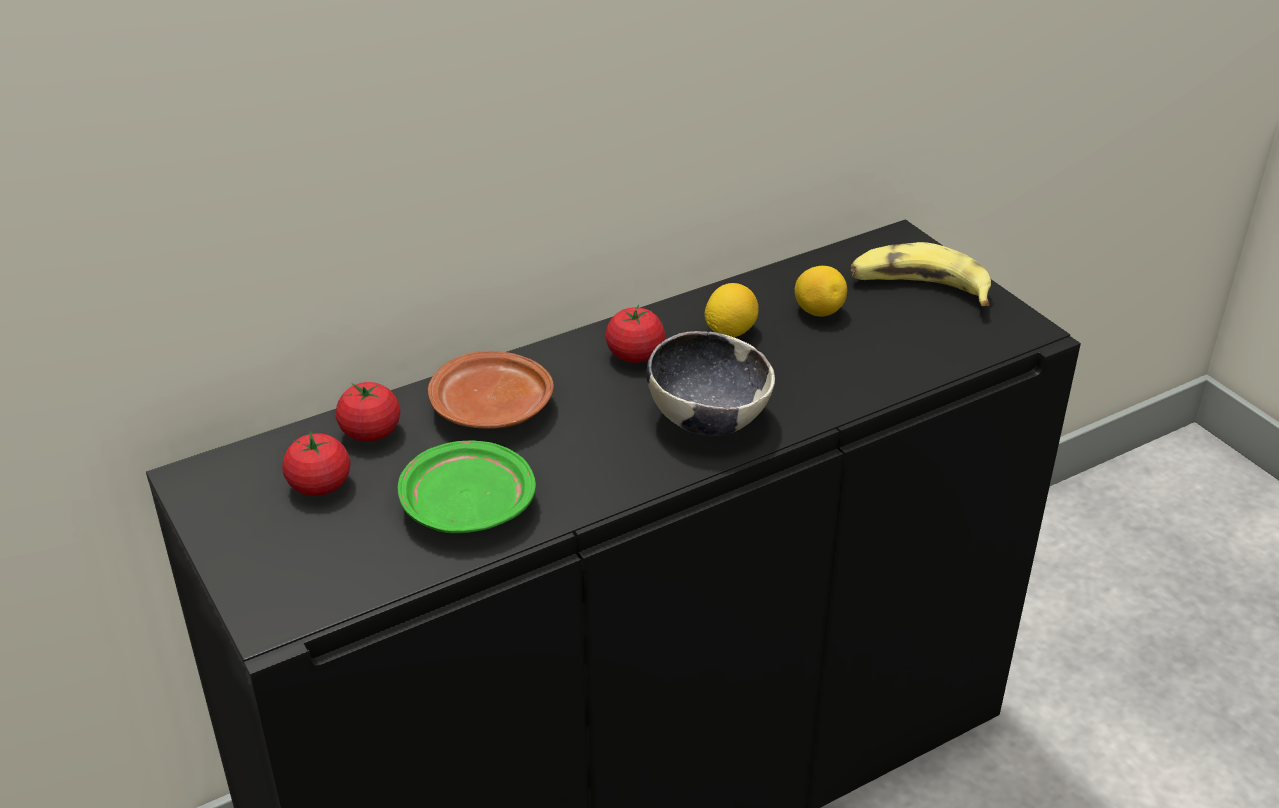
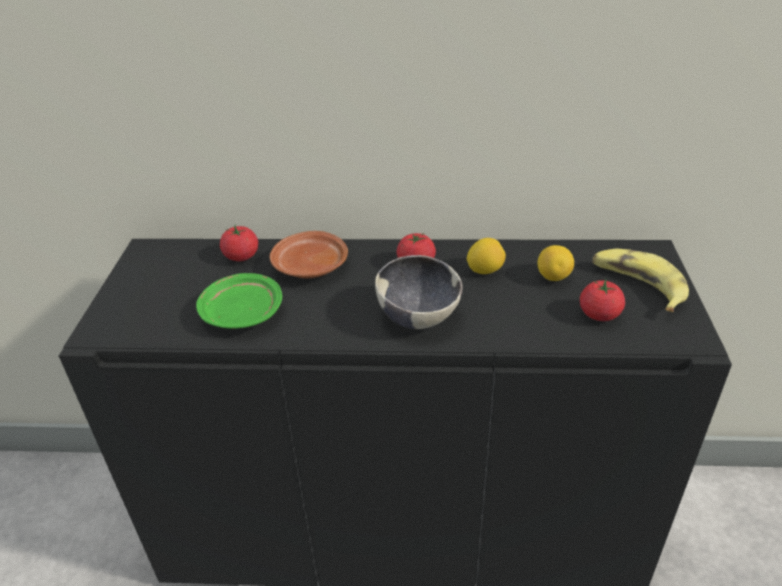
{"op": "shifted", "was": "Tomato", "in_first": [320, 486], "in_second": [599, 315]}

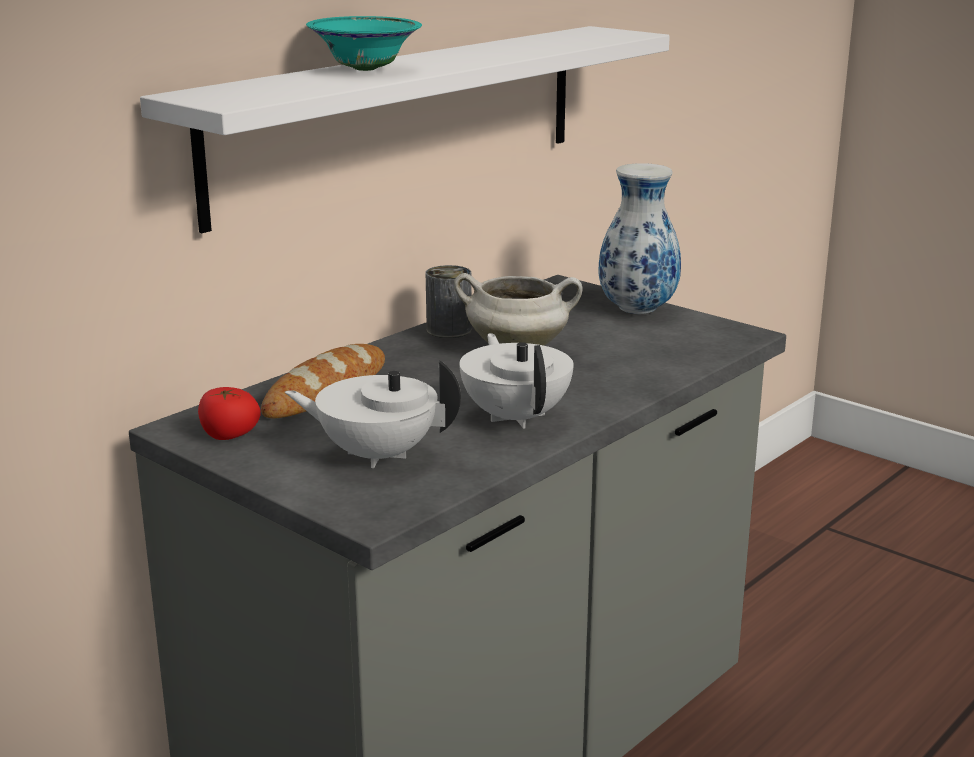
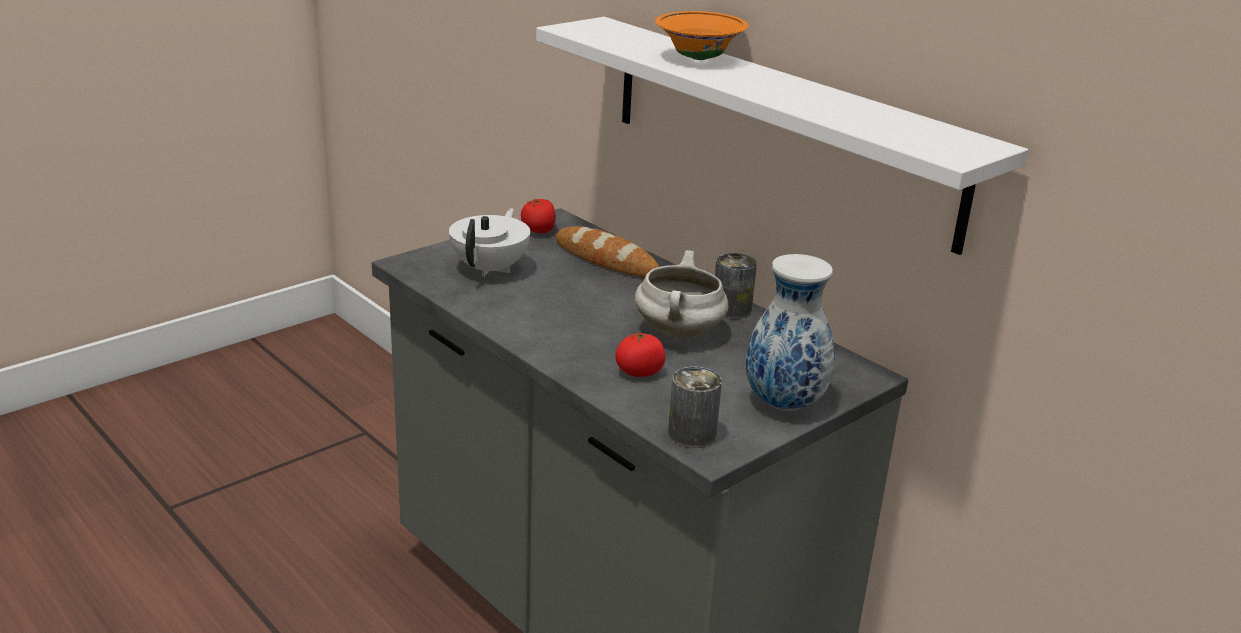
{"op": "repainted", "was": "BlueGreenBowl", "now": "OrangeColouredBowl", "in_first": [365, 69], "in_second": [699, 58]}
{"op": "gone", "was": "WhiteTeaPot", "in_first": [516, 417]}
{"op": "new", "now": "Tomato", "in_second": [639, 372]}
{"op": "new", "now": "MetalCan", "in_second": [692, 434]}

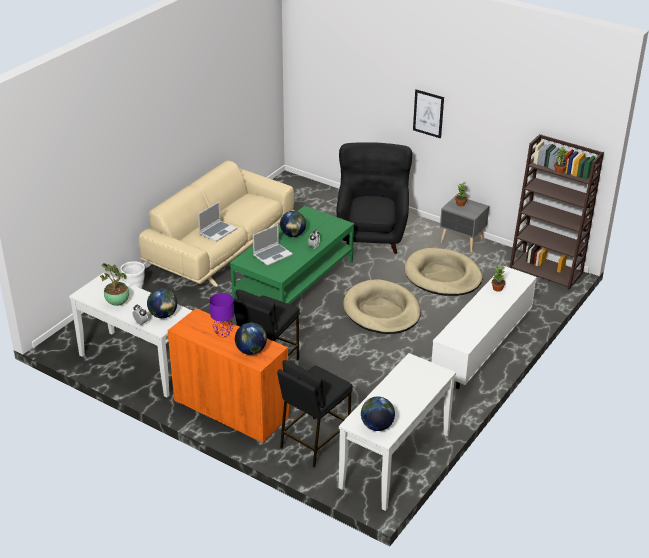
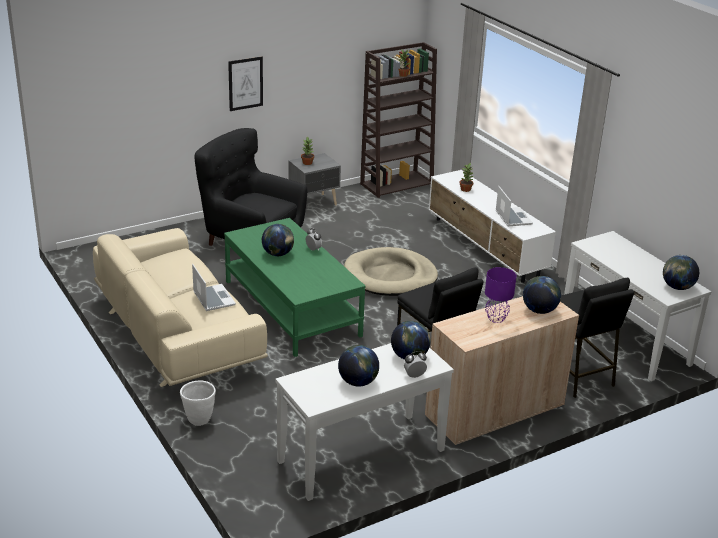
{"op": "shifted", "was": "PortableComputer", "in_first": [272, 255], "in_second": [512, 217]}
{"op": "gone", "was": "BeigeColouredDogCushion", "in_first": [442, 276]}
{"op": "swapped", "was": "Houseplant", "now": "DeskGlobe", "in_first": [118, 303], "in_second": [358, 382]}
{"op": "repainted", "was": "OrangeColouredCupboard", "now": "BeigeColouredCupboard", "in_first": [231, 410], "in_second": [494, 411]}

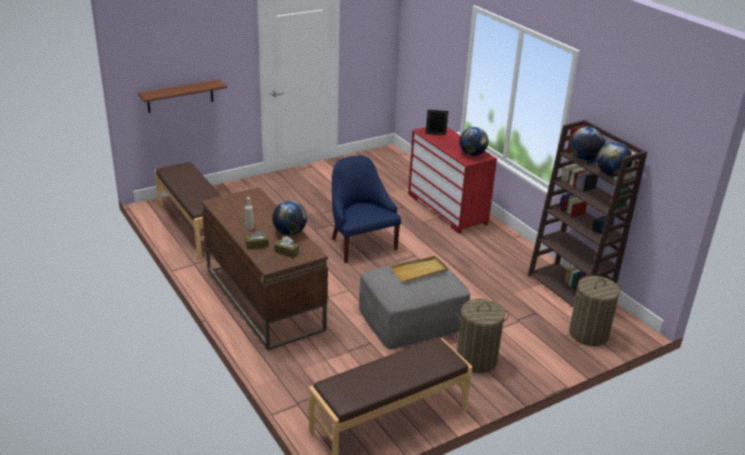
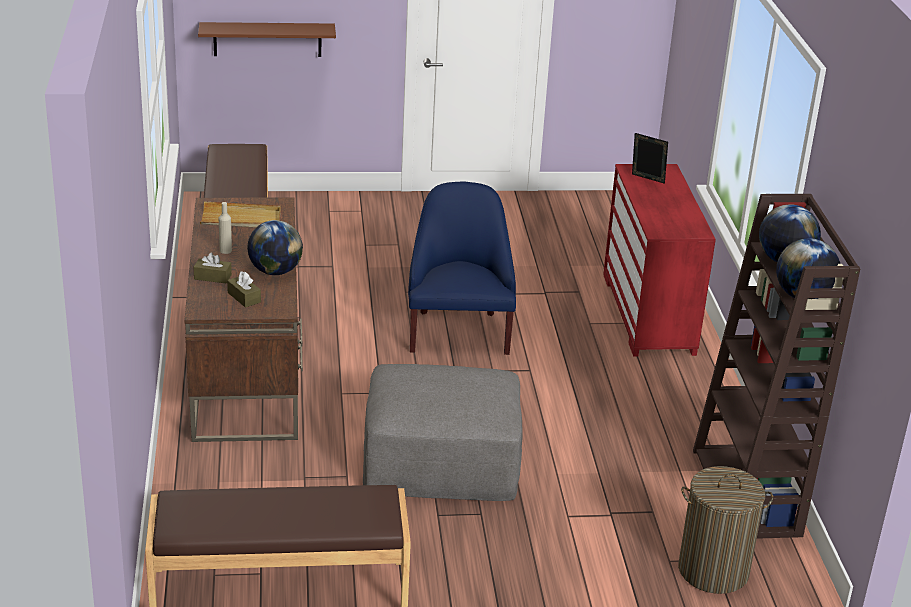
{"op": "gone", "was": "DeskGlobe", "in_first": [472, 154]}
{"op": "shifted", "was": "BeigeColouredCarryingTray", "in_first": [420, 271], "in_second": [241, 219]}
{"op": "gone", "was": "WashingBasket", "in_first": [476, 360]}

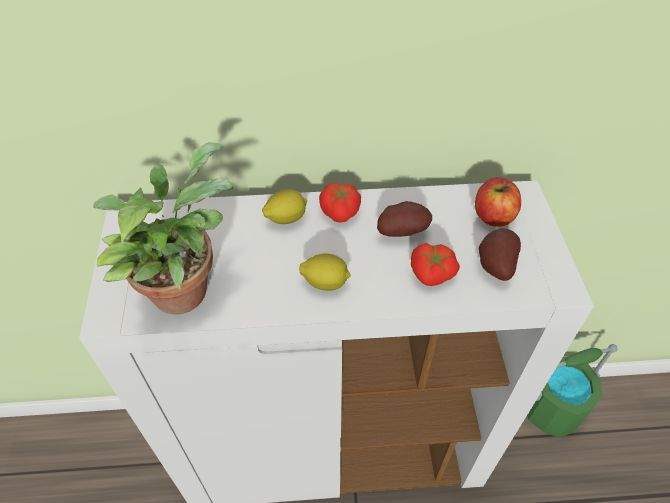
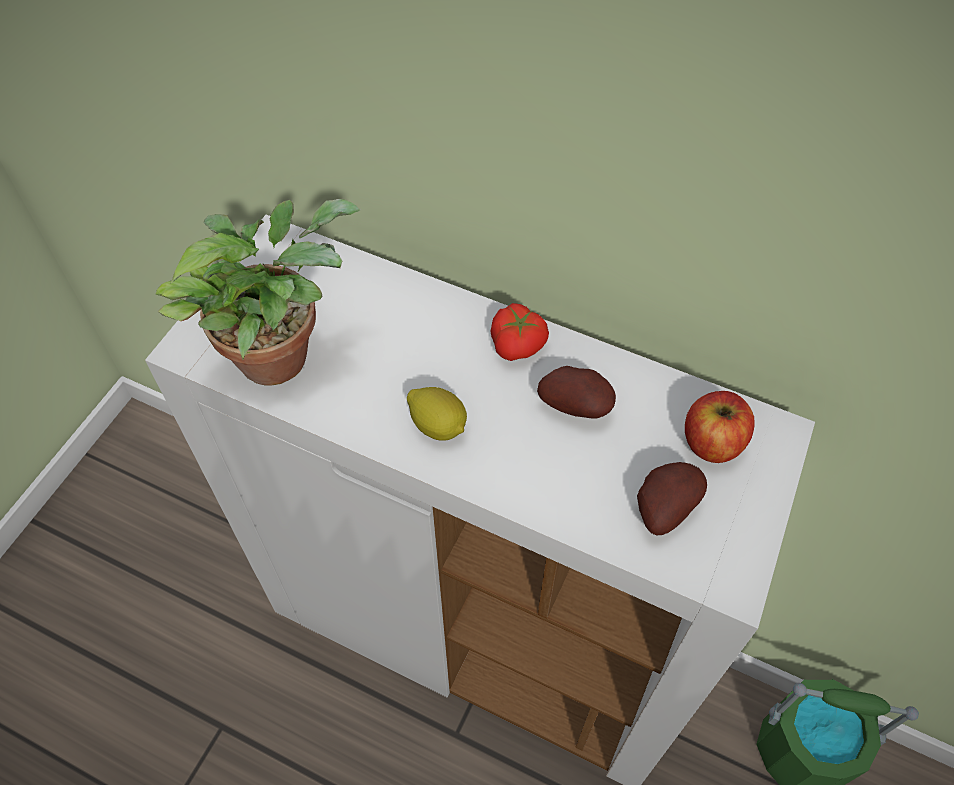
{"op": "gone", "was": "WholeLemon", "in_first": [286, 218]}
{"op": "gone", "was": "Tomato", "in_first": [431, 274]}

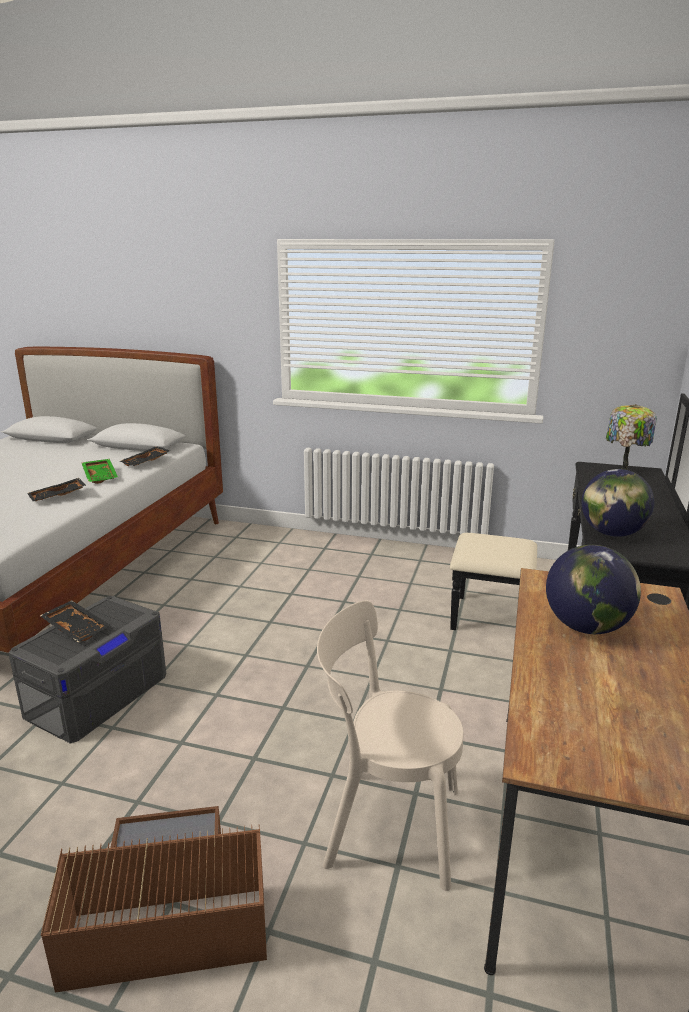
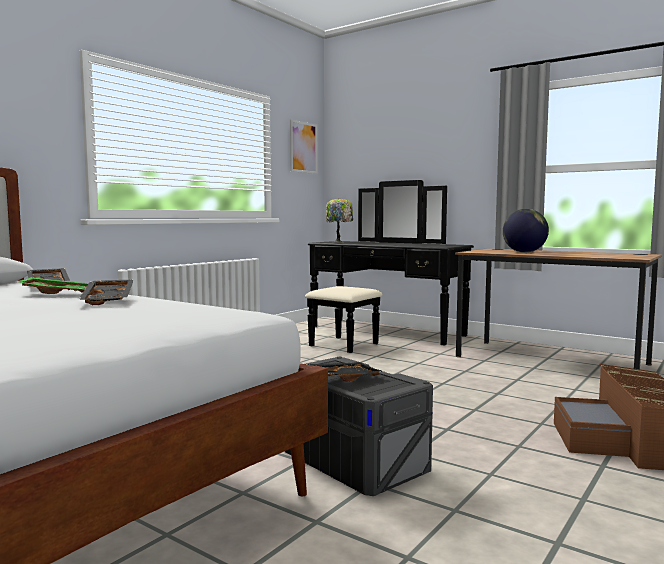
{"op": "gone", "was": "DeskGlobe", "in_first": [611, 533]}
{"op": "gone", "was": "BeigeColouredPlainChair", "in_first": [386, 824]}
{"op": "new", "now": "WallPicture", "in_second": [303, 147]}

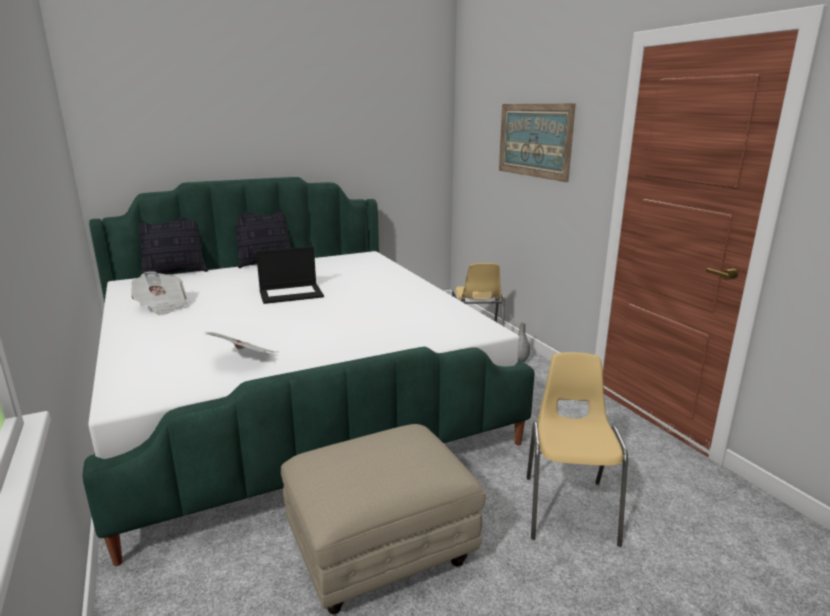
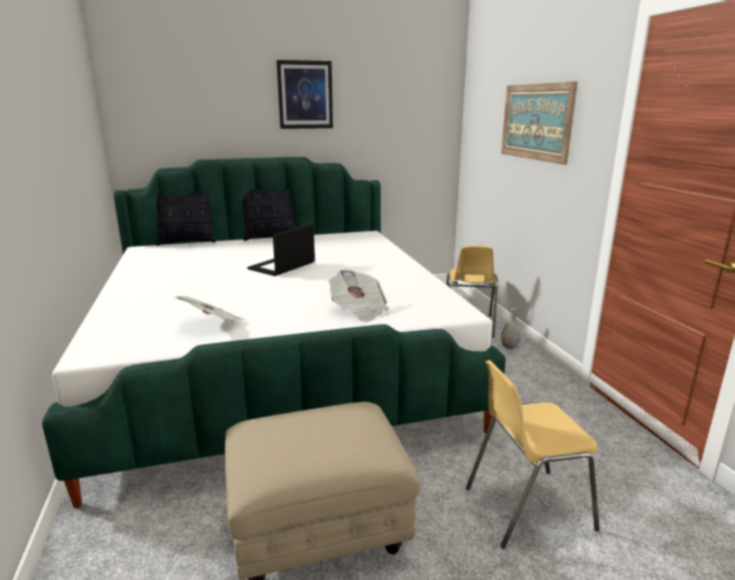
{"op": "rotated", "was": "PortableComputer", "in_first": [291, 293], "in_second": [282, 266], "clockwise": 135}
{"op": "shifted", "was": "PrintedPaper", "in_first": [161, 306], "in_second": [359, 310]}
{"op": "rotated", "was": "YellowPlainChair", "in_first": [569, 508], "in_second": [526, 507], "clockwise": -120}
{"op": "new", "now": "WallPicture", "in_second": [305, 95]}

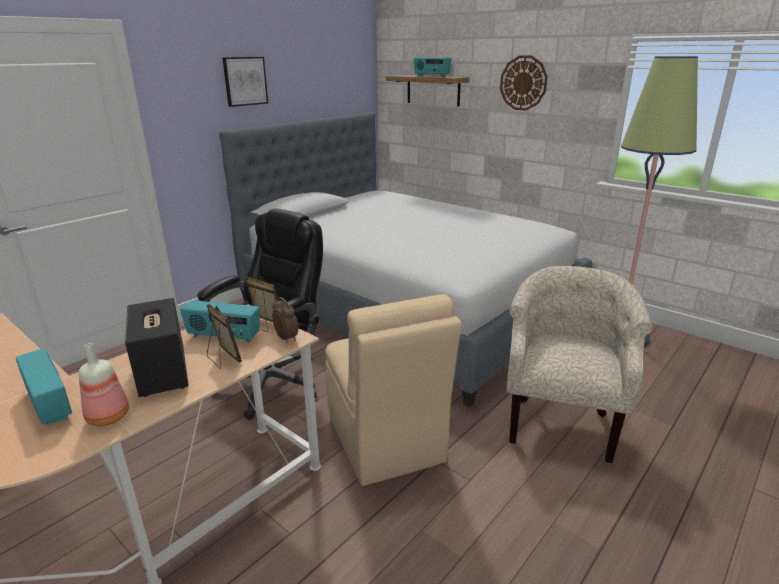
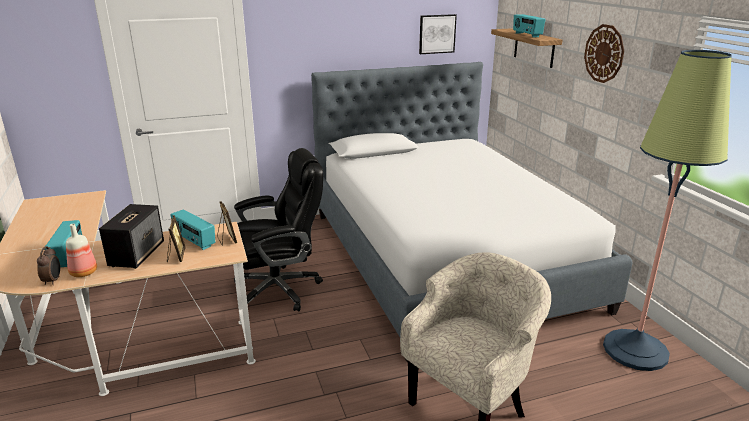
{"op": "shifted", "was": "WallPicture", "in_first": [245, 81], "in_second": [437, 34]}
{"op": "gone", "was": "BeigeColouredPlainChair", "in_first": [385, 440]}
{"op": "shifted", "was": "TableClock", "in_first": [287, 338], "in_second": [53, 281]}

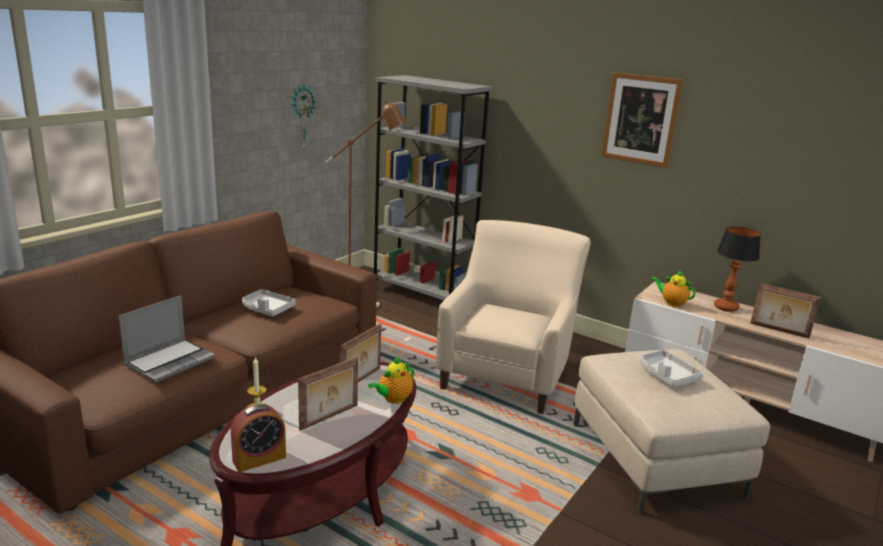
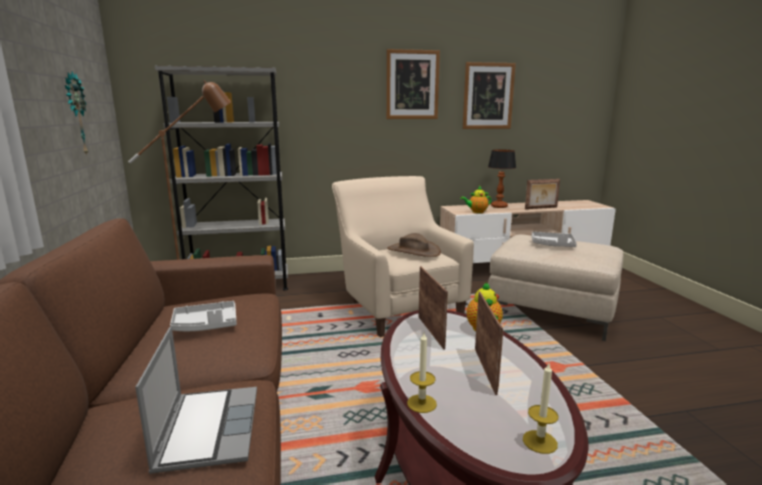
{"op": "swapped", "was": "TableClock", "now": "WaxCandle", "in_first": [259, 459], "in_second": [540, 441]}
{"op": "new", "now": "WallPicture", "in_second": [488, 96]}
{"op": "new", "now": "BrownClothingHat", "in_second": [413, 251]}

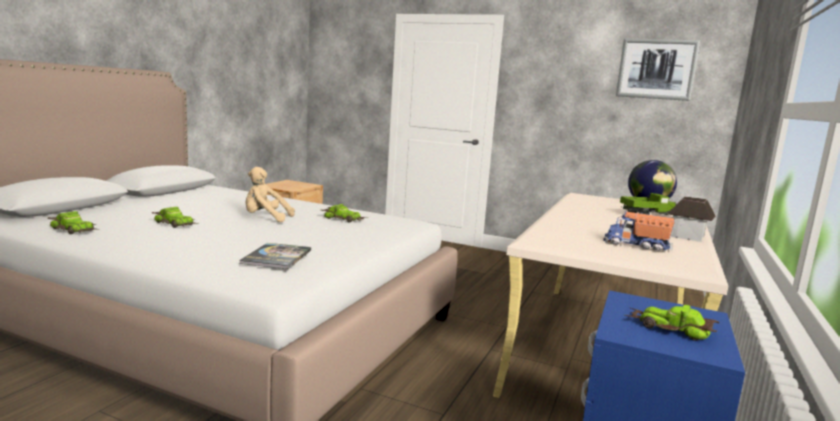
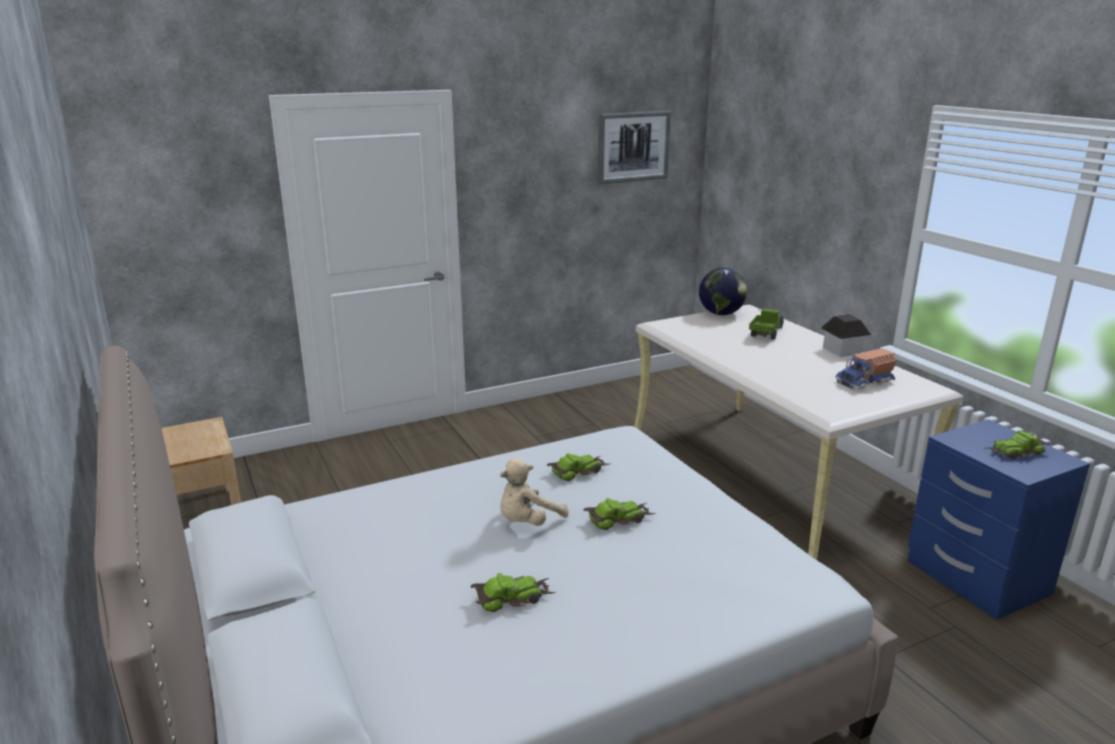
{"op": "shifted", "was": "ToyCar", "in_first": [74, 229], "in_second": [618, 519]}
{"op": "gone", "was": "BoundBook", "in_first": [277, 257]}

